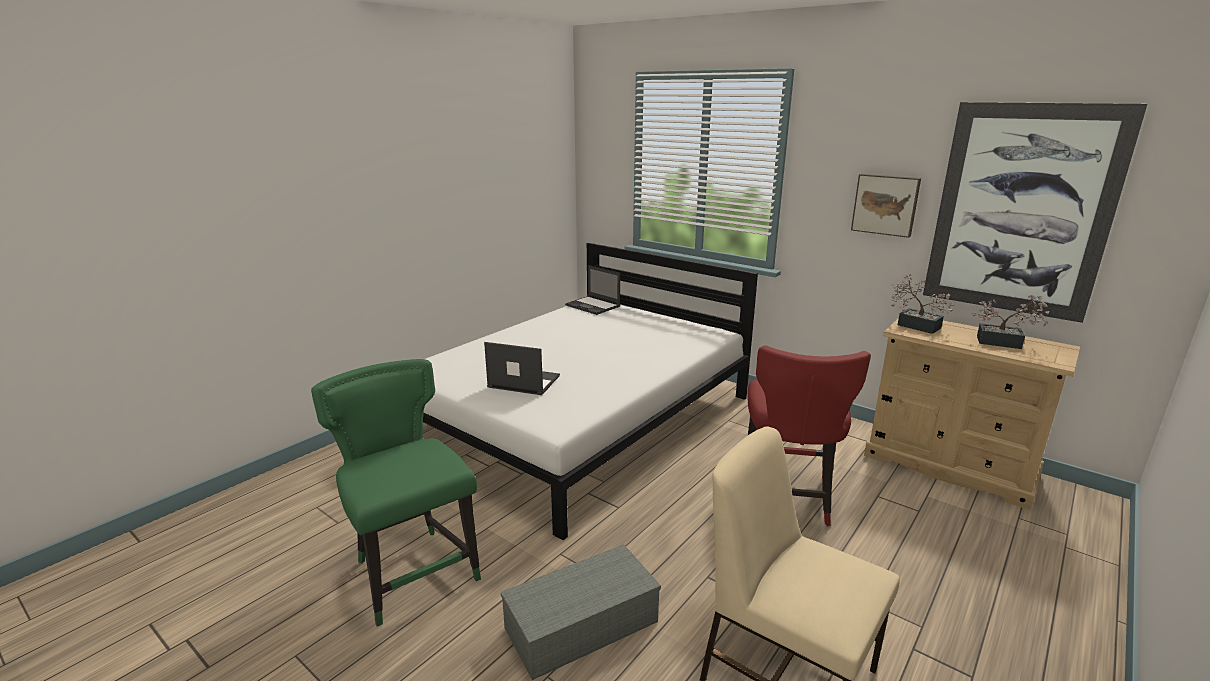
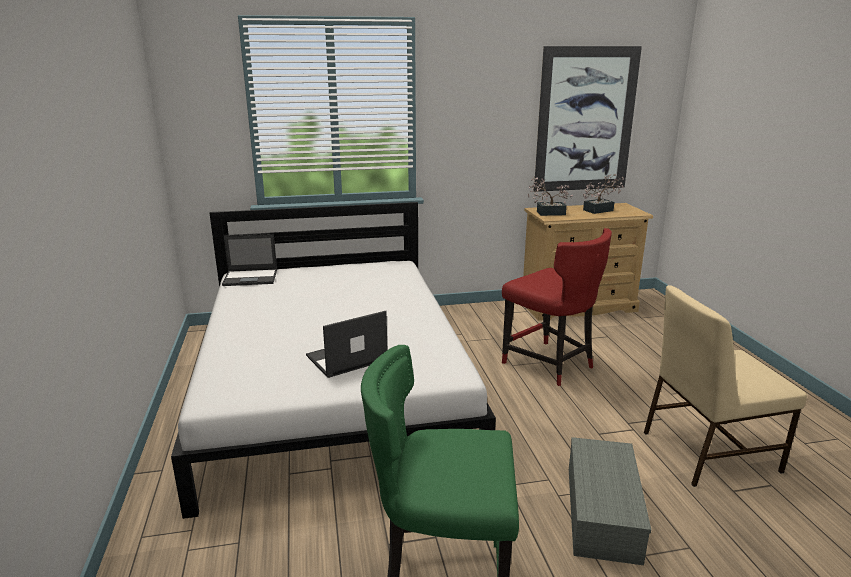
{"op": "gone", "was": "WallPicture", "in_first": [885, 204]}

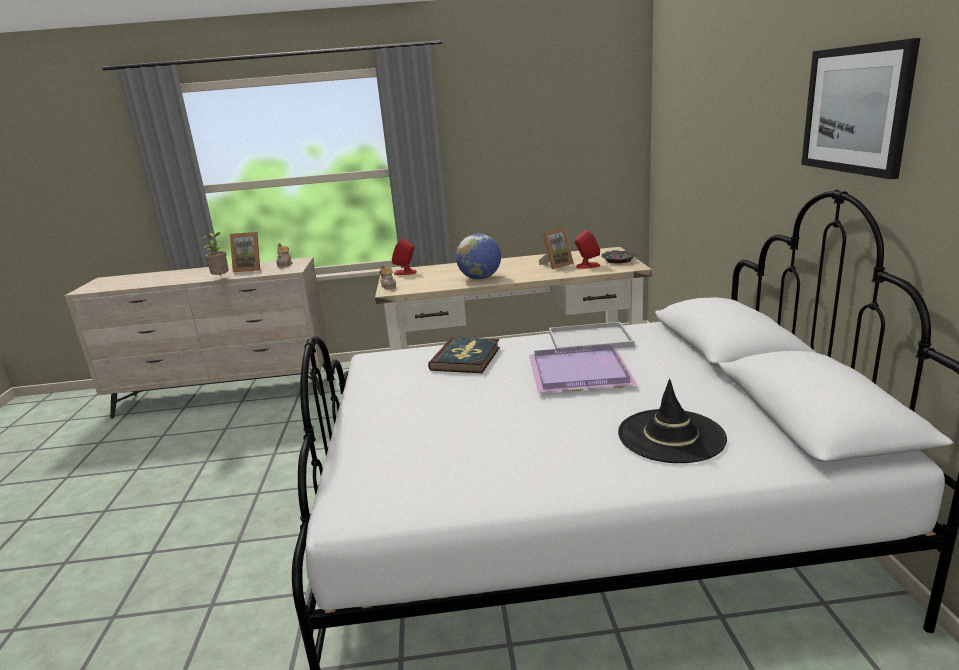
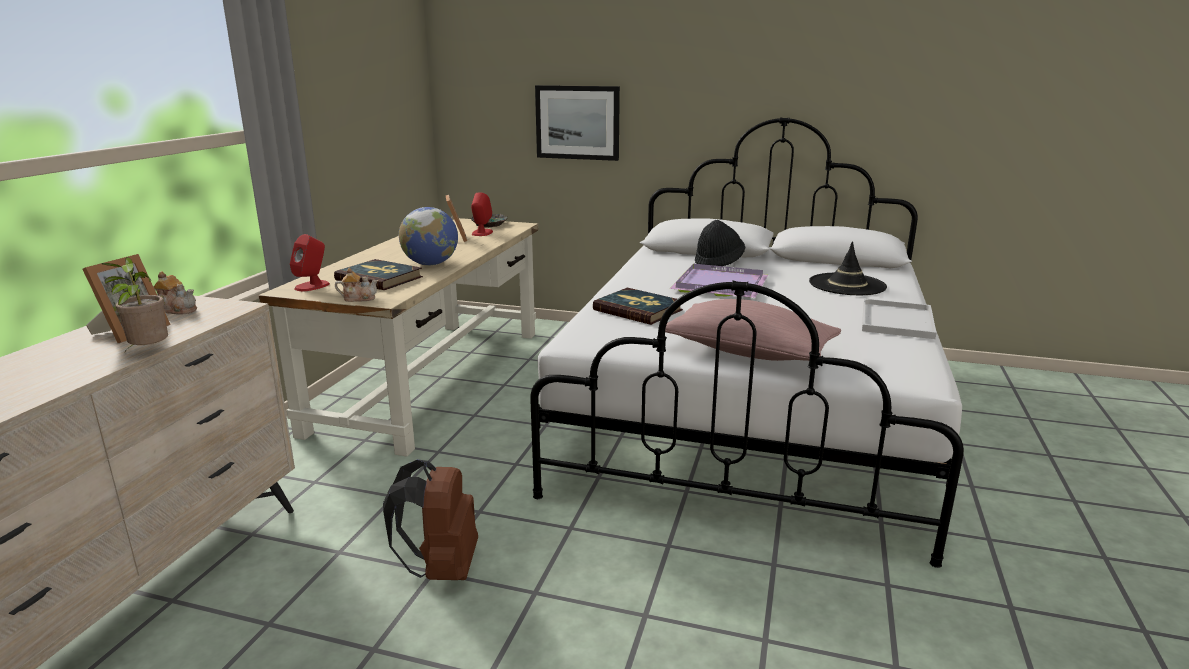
{"op": "shifted", "was": "WallPicture", "in_first": [856, 109], "in_second": [577, 122]}
{"op": "shifted", "was": "WhiteCarryingTray", "in_first": [591, 339], "in_second": [895, 320]}
{"op": "new", "now": "BlackishClothingHat", "in_second": [718, 262]}
{"op": "new", "now": "BoundBook", "in_second": [379, 278]}
{"op": "new", "now": "PinkColouredThrowPillow", "in_second": [748, 352]}
{"op": "new", "now": "BrownKnapsack", "in_second": [441, 568]}

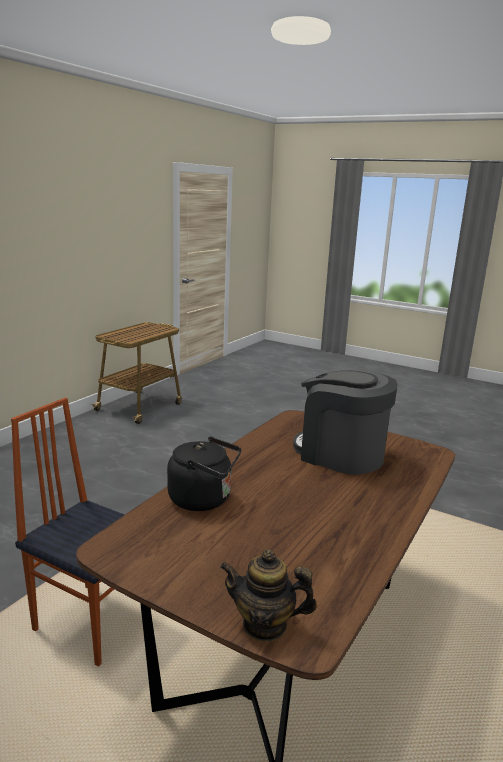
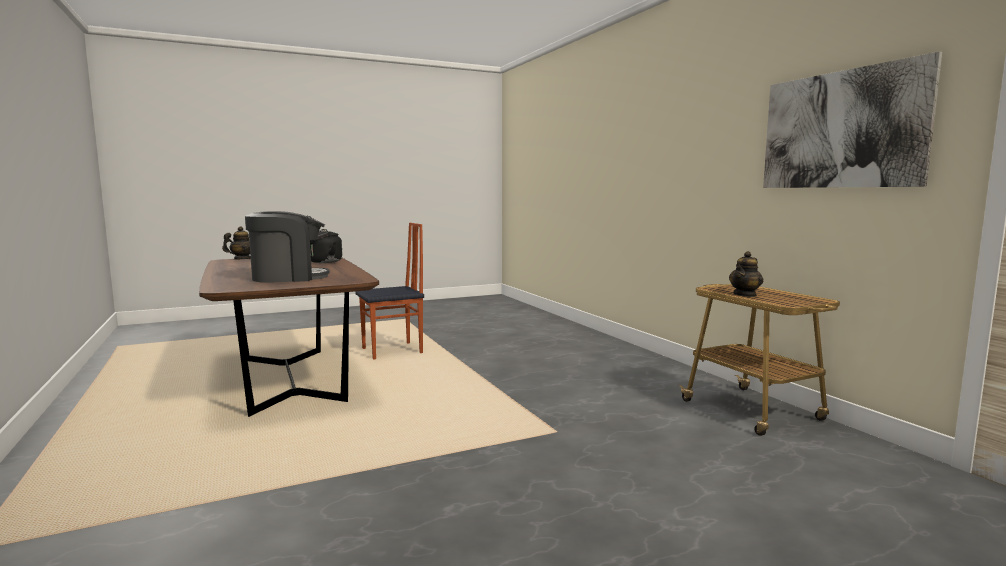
{"op": "new", "now": "WallPicture", "in_second": [840, 130]}
{"op": "new", "now": "TeaPot", "in_second": [745, 295]}

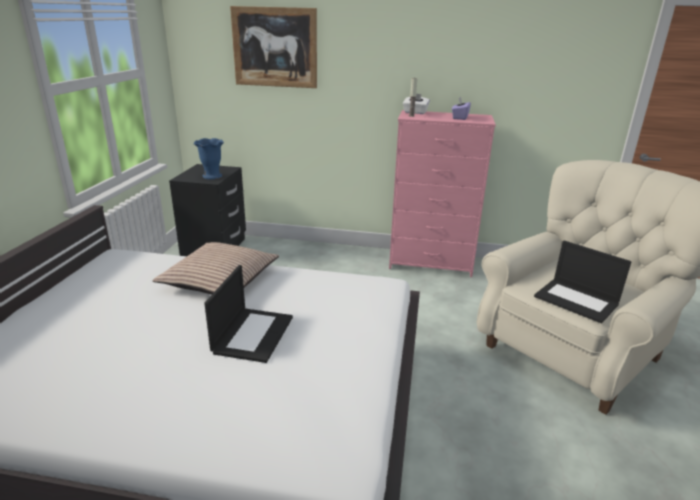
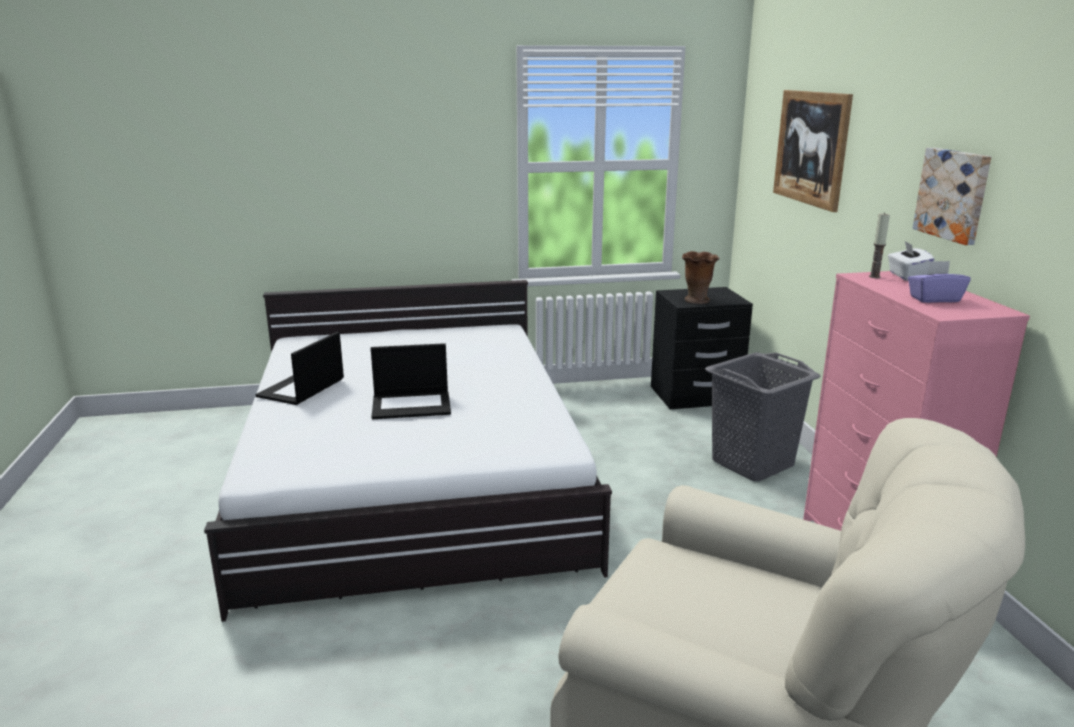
{"op": "repainted", "was": "BluishFlowerVase", "now": "BrownFlowerVase", "in_first": [212, 176], "in_second": [697, 300]}
{"op": "shifted", "was": "PortableComputer", "in_first": [577, 300], "in_second": [301, 388]}
{"op": "gone", "was": "ThrowPillow", "in_first": [220, 280]}
{"op": "new", "now": "WallPicture", "in_second": [954, 194]}
{"op": "new", "now": "GreyWashingBasket", "in_second": [753, 463]}

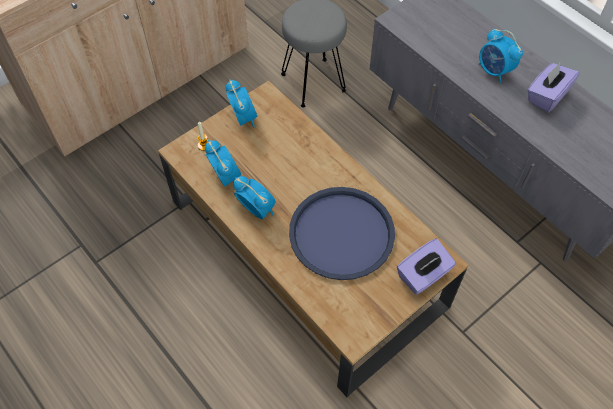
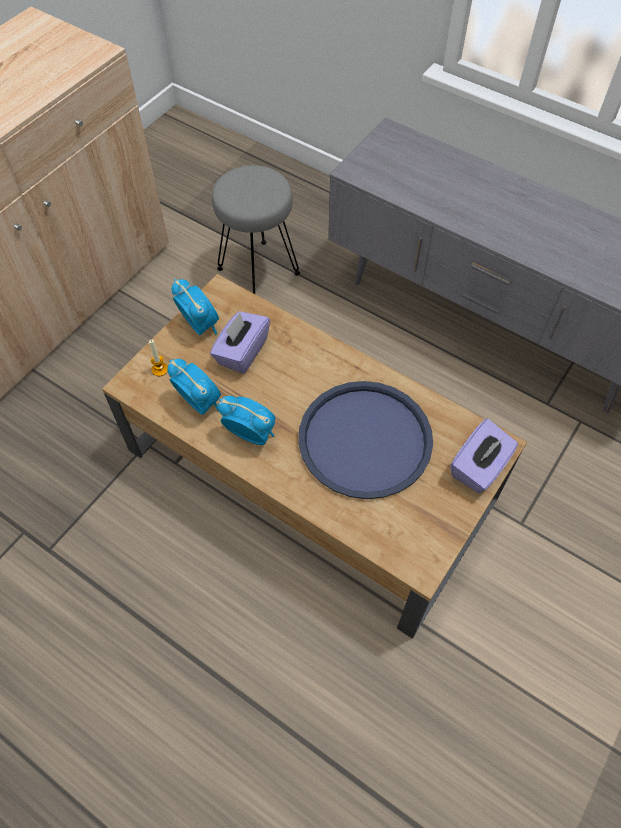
{"op": "gone", "was": "TableClock", "in_first": [494, 71]}
{"op": "shifted", "was": "PurplishBoxOfTissues", "in_first": [547, 96], "in_second": [241, 352]}

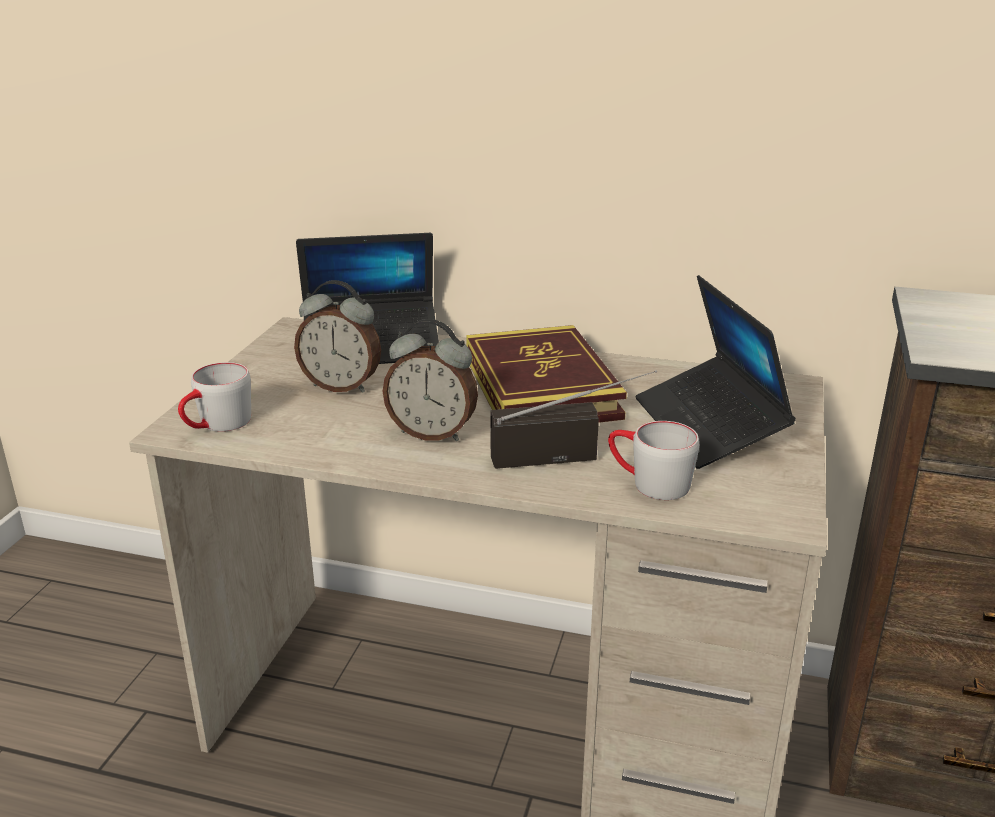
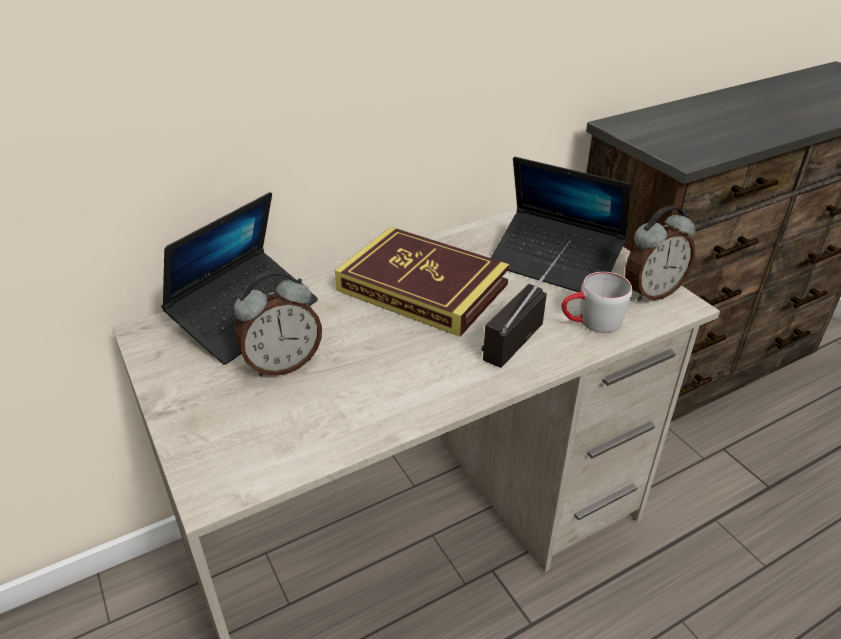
{"op": "shifted", "was": "TableClock", "in_first": [432, 433], "in_second": [651, 292]}
{"op": "gone", "was": "GreyTeaMug", "in_first": [217, 425]}

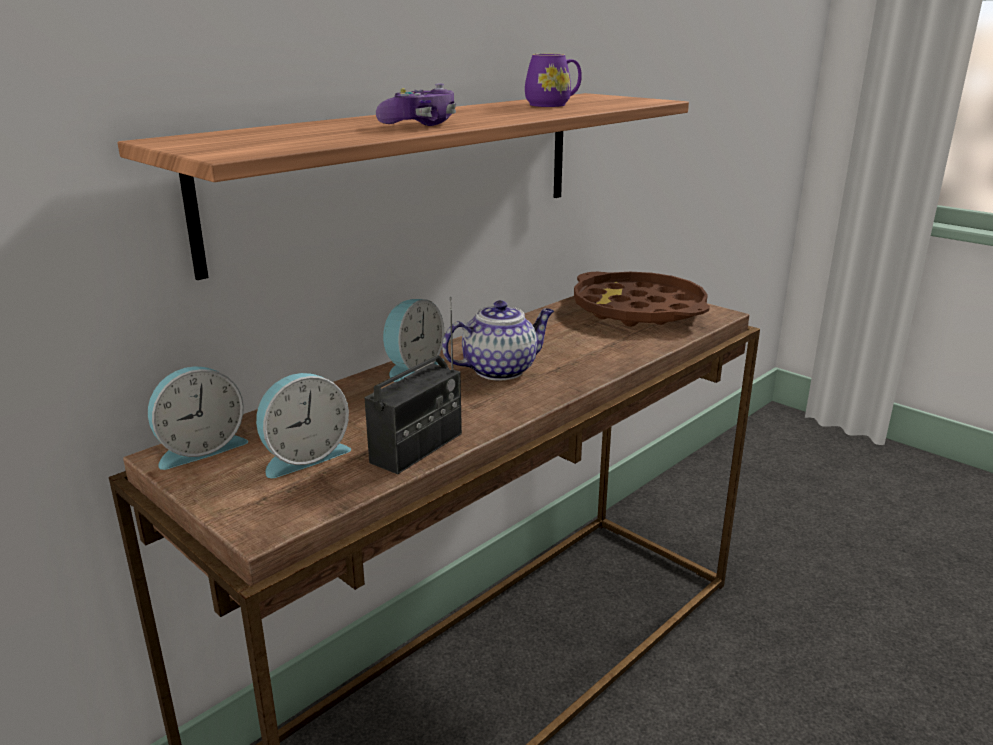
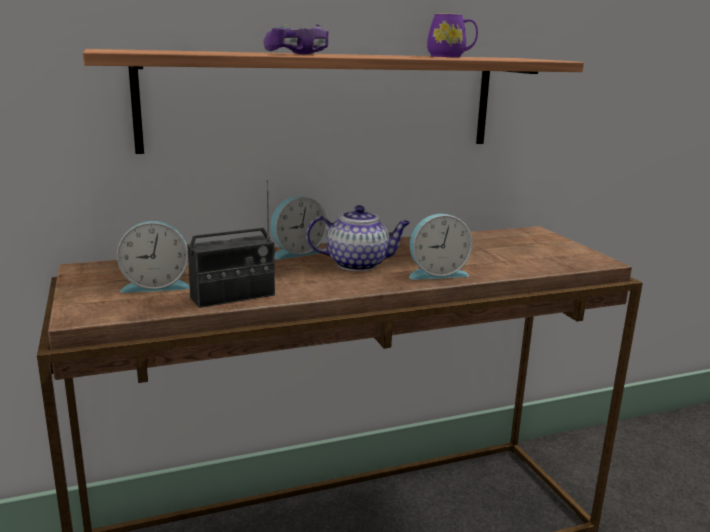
{"op": "gone", "was": "BrownCarryingTray", "in_first": [638, 310]}
{"op": "shifted", "was": "TableClock", "in_first": [199, 448], "in_second": [436, 273]}

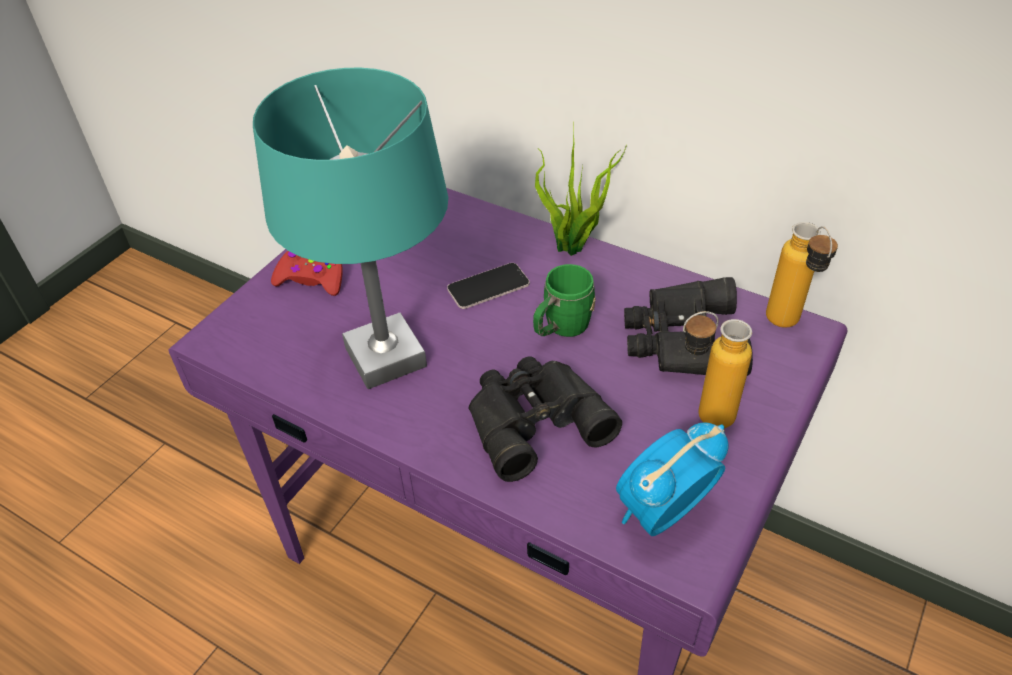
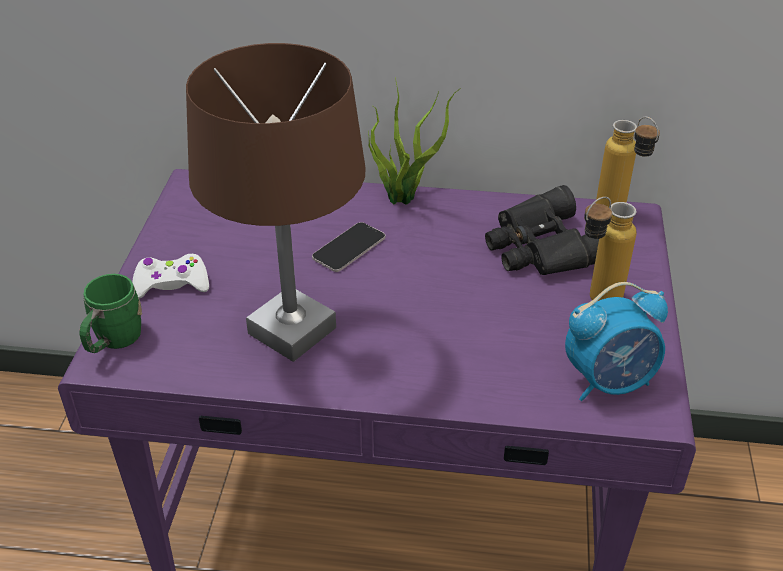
{"op": "repainted", "was": "BlueGreenTableLamp", "now": "BrownTableLamp", "in_first": [386, 357], "in_second": [292, 330]}
{"op": "repainted", "was": "ReddishGamepad", "now": "WhiteGamepad", "in_first": [311, 279], "in_second": [171, 284]}
{"op": "shifted", "was": "GreenishTeaMug", "in_first": [561, 328], "in_second": [113, 342]}
{"op": "gone", "was": "BlackishBinoculars", "in_first": [533, 419]}
{"op": "rotated", "was": "TableClock", "in_first": [662, 513], "in_second": [609, 382], "clockwise": -135}

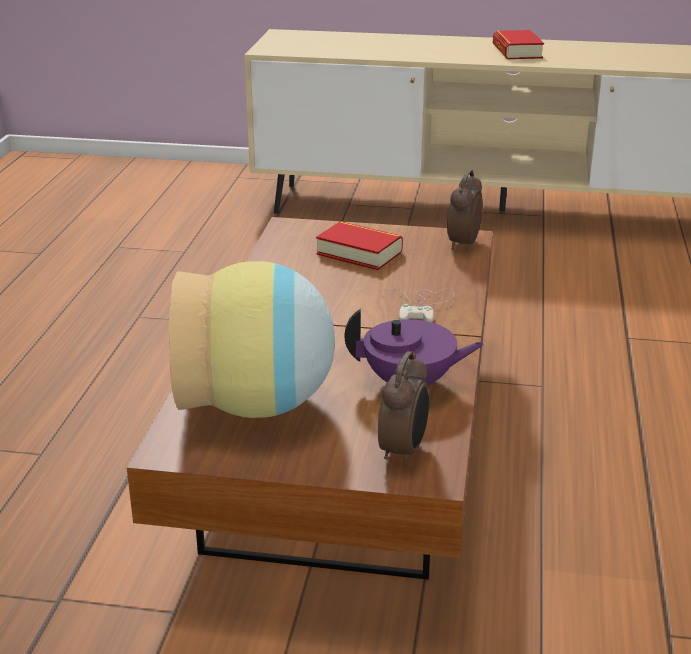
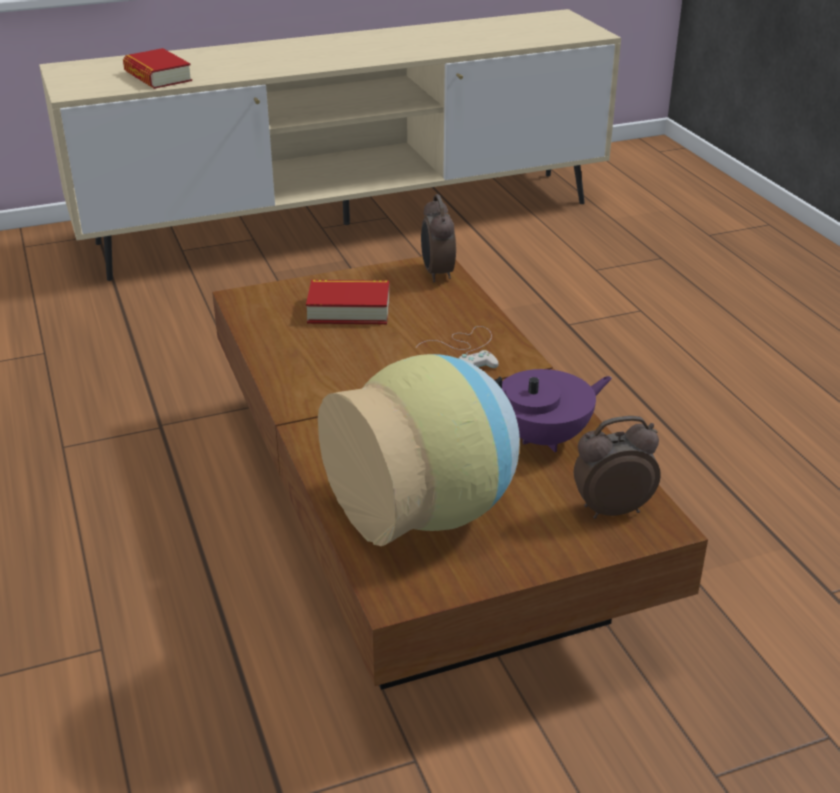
{"op": "shifted", "was": "BoundBook", "in_first": [517, 51], "in_second": [158, 76]}
{"op": "rotated", "was": "TableClock", "in_first": [404, 451], "in_second": [610, 509], "clockwise": -90}

